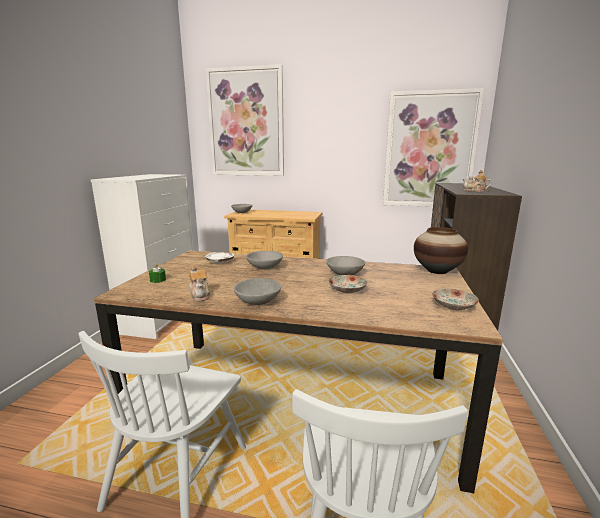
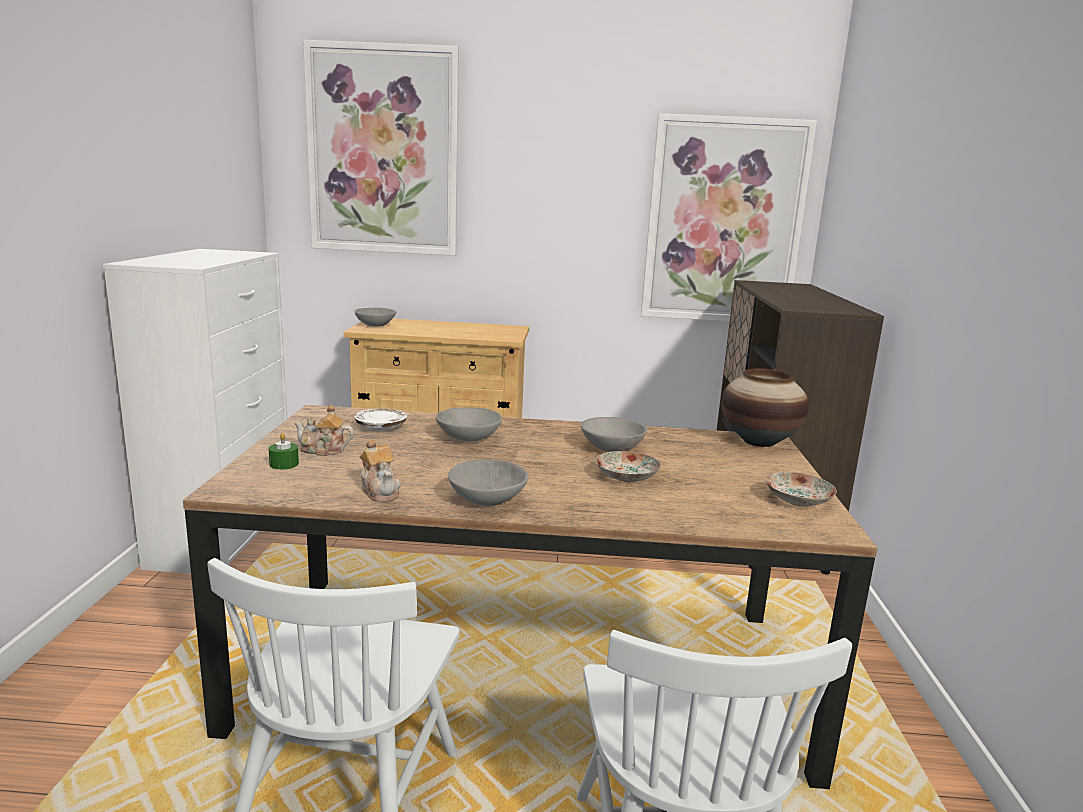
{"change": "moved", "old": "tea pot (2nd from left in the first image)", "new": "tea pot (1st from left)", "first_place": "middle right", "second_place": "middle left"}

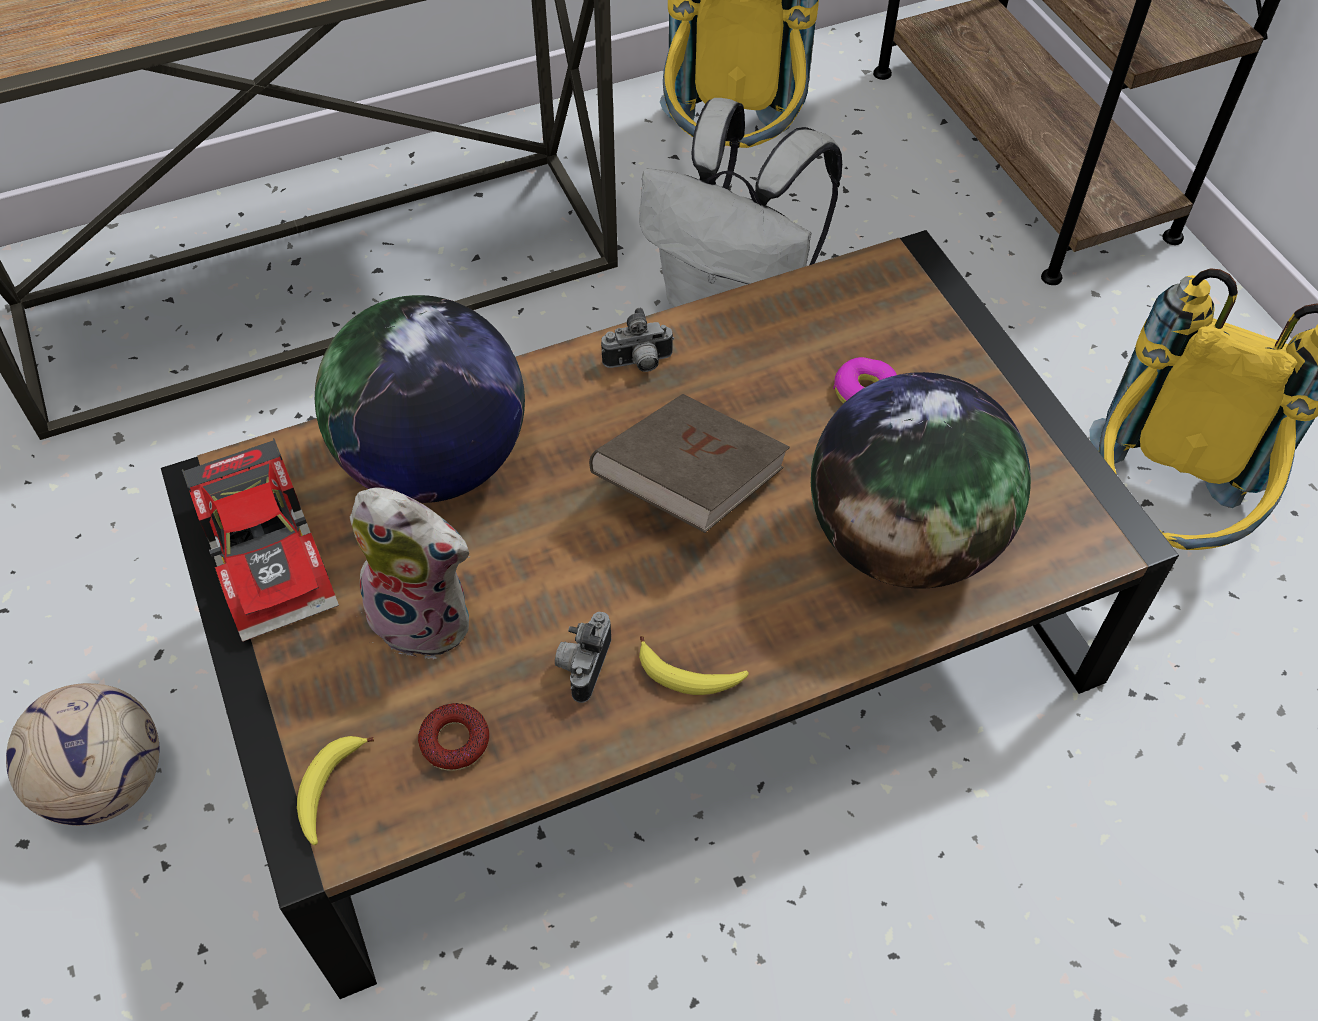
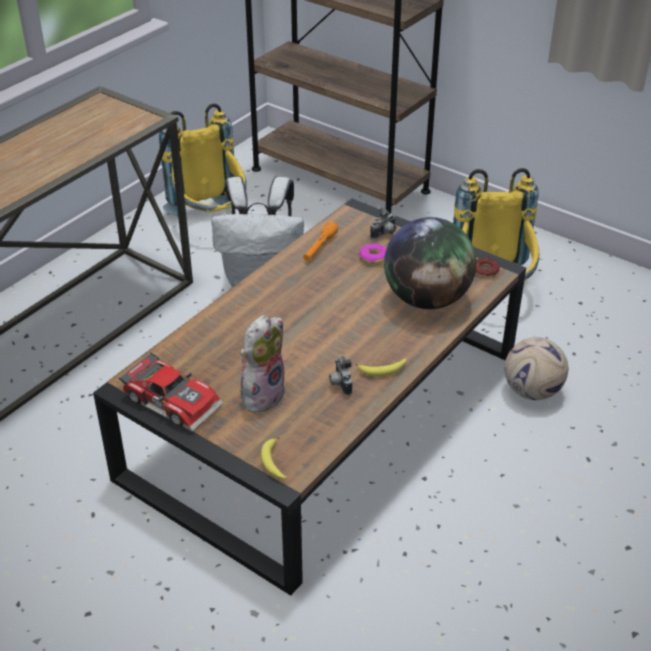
{"change": "removed", "old": "world globe (1st from left)", "first_place": "middle left"}
{"change": "moved", "old": "still camera (2nd from left)", "first_place": "top centre", "second_place": "centre"}
{"change": "removed", "old": "brown-coloured book", "first_place": "centre"}
{"change": "turned", "old": "cuddly toy", "first_place": "middle left", "second_place": "centre", "degrees": -45}
{"change": "moved", "old": "football ball", "first_place": "bottom left", "second_place": "middle right"}
{"change": "moved", "old": "ring doughnut (1st from left in the first image)", "new": "ring doughnut (2nd from left)", "first_place": "bottom centre", "second_place": "middle right"}
{"change": "added", "new": "orange flashlight", "second_place": "centre"}

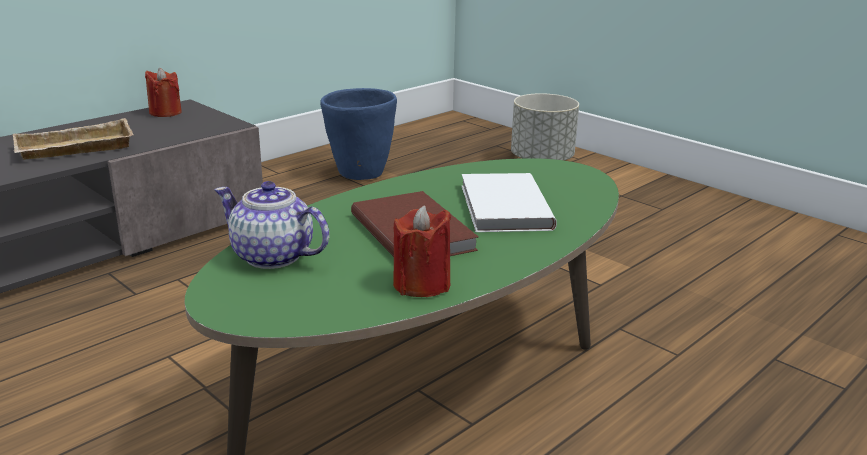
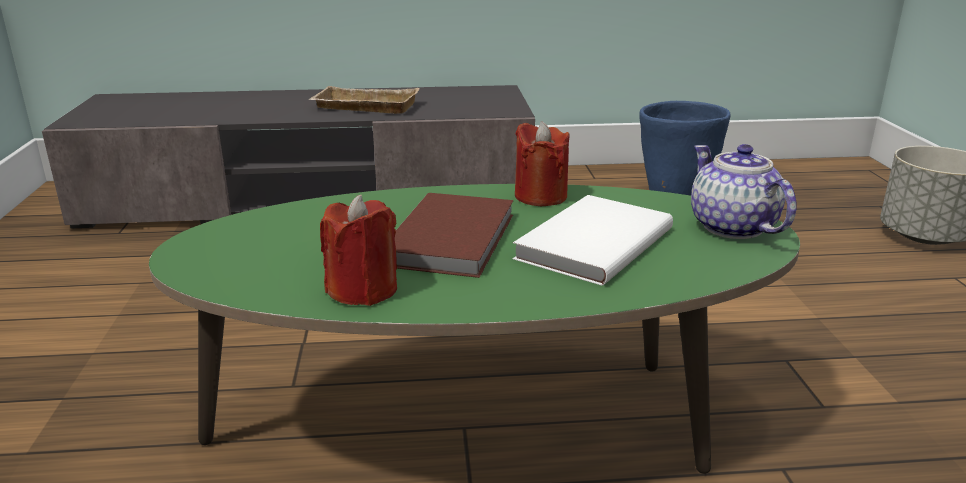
{"change": "moved", "old": "red-coloured wax candle (1st from left in the first image)", "new": "red-coloured wax candle (2nd from left)", "first_place": "top left", "second_place": "centre"}
{"change": "moved", "old": "tea pot", "first_place": "middle left", "second_place": "middle right"}

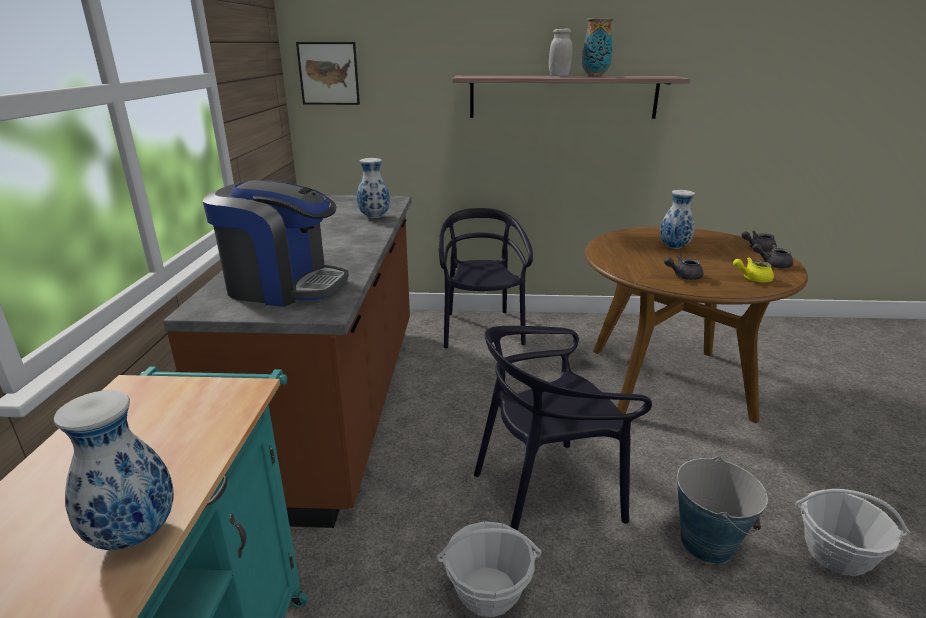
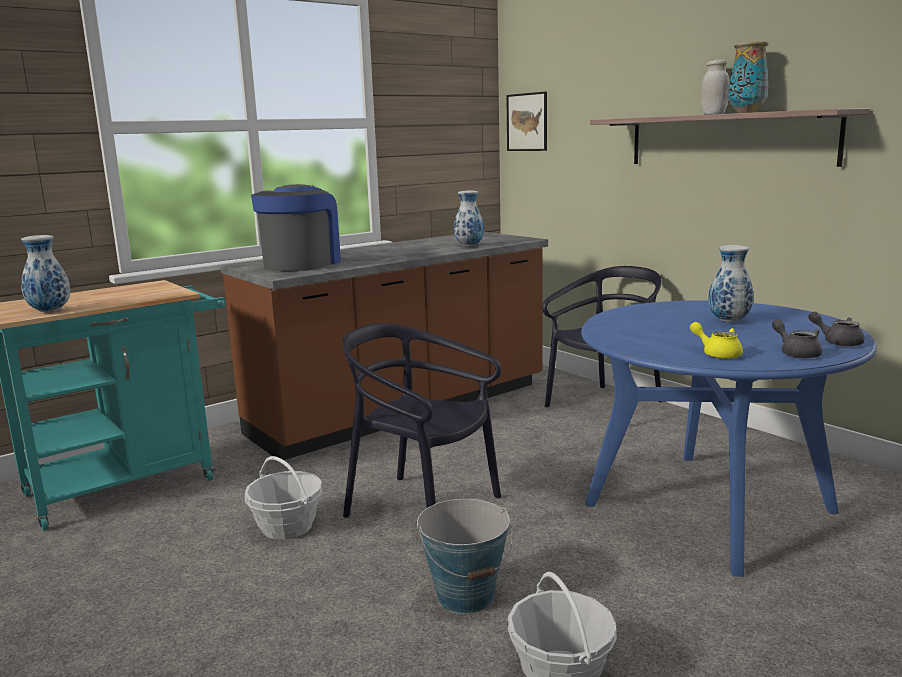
{"change": "turned", "old": "coffee machine", "first_place": "middle left", "second_place": "middle left", "degrees": -135}
{"change": "recoloured", "old": "brown-coloured dinner table", "new": "blue dinner table", "first_place": "middle right", "second_place": "middle right"}
{"change": "removed", "old": "gray tea pot (1st from left)", "first_place": "middle right"}

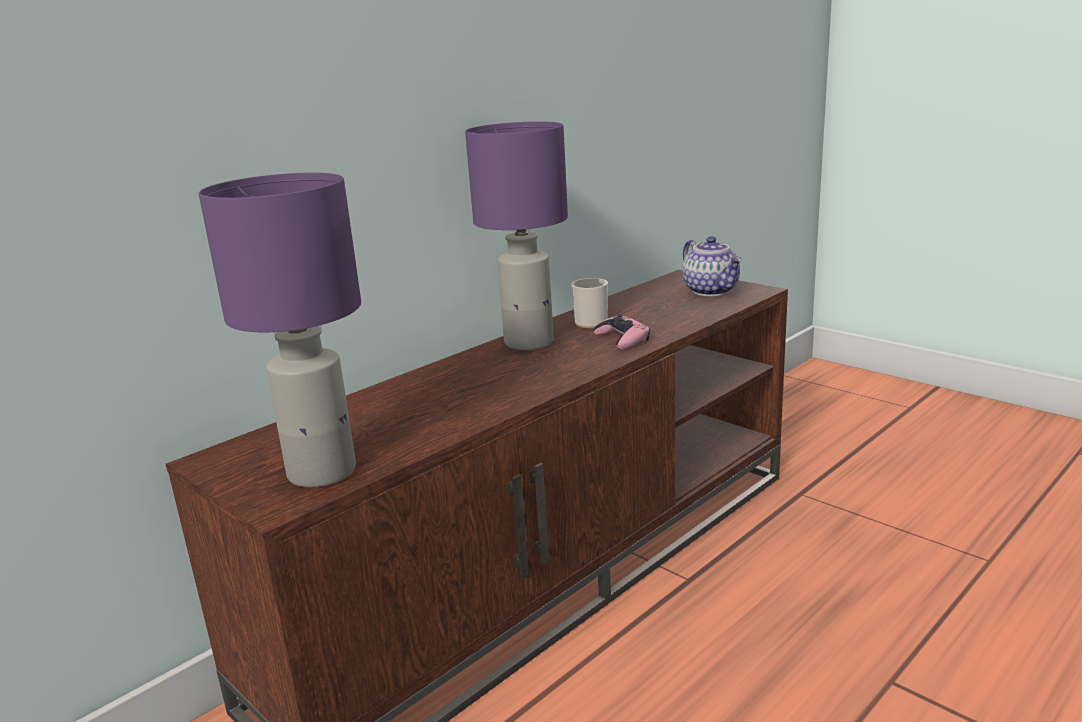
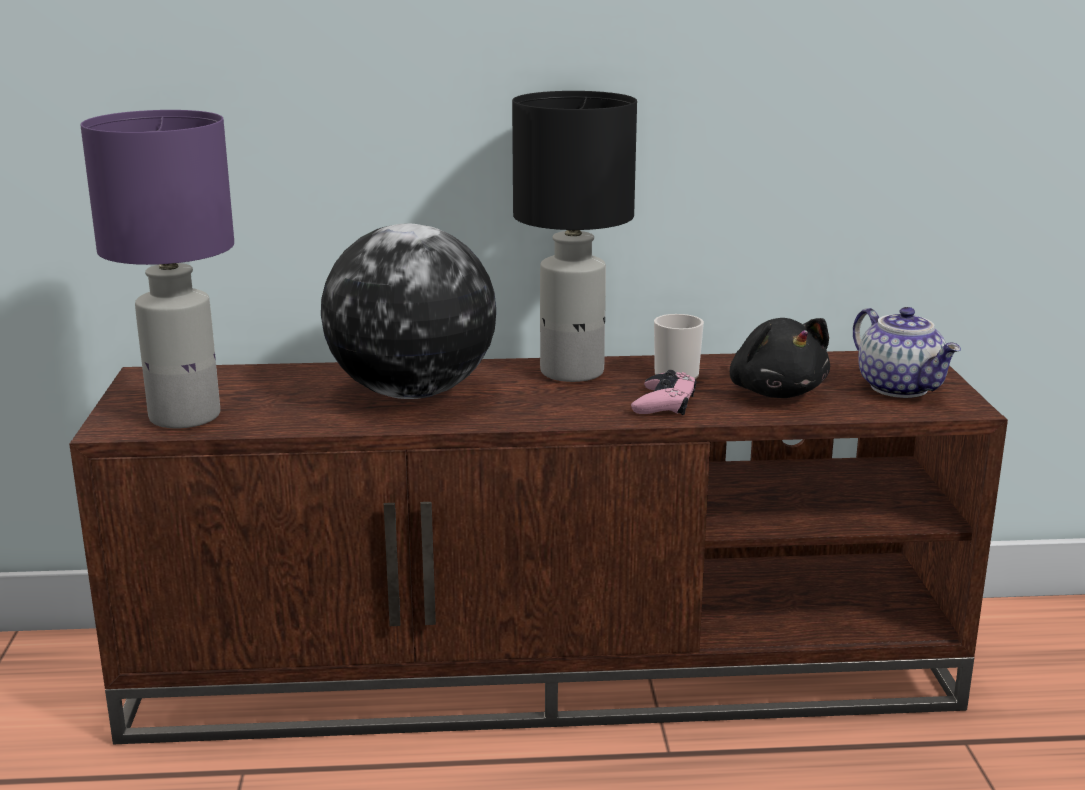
{"change": "recoloured", "old": "purple-coloured tabletop lamp (2nd from left)", "new": "blackish tabletop lamp", "first_place": "top centre", "second_place": "top centre"}
{"change": "turned", "old": "tea pot", "first_place": "centre", "second_place": "middle right", "degrees": -45}
{"change": "added", "new": "world globe", "second_place": "centre"}
{"change": "added", "new": "blackish cuddly toy", "second_place": "middle right"}

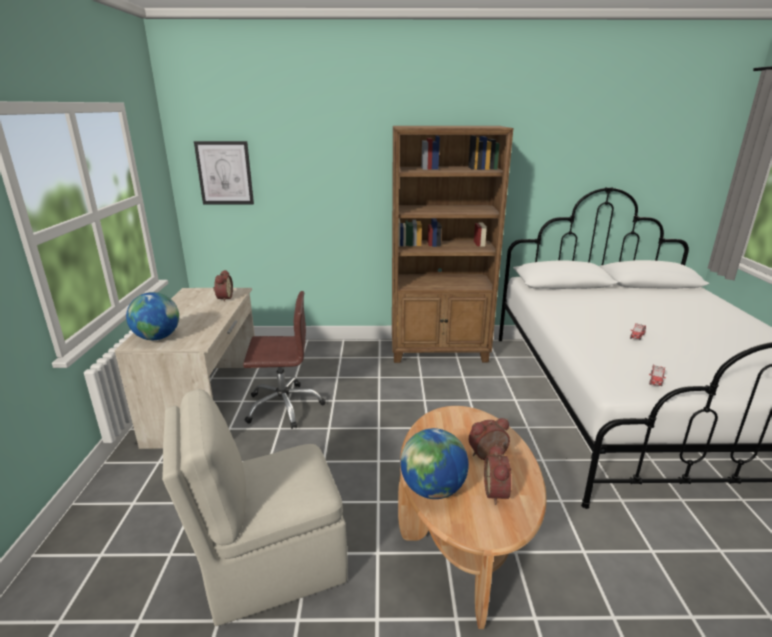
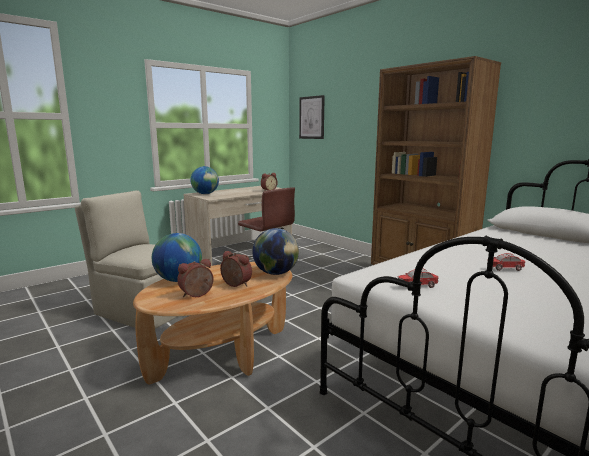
{"change": "added", "new": "world globe (3rd from left)", "second_place": "centre"}

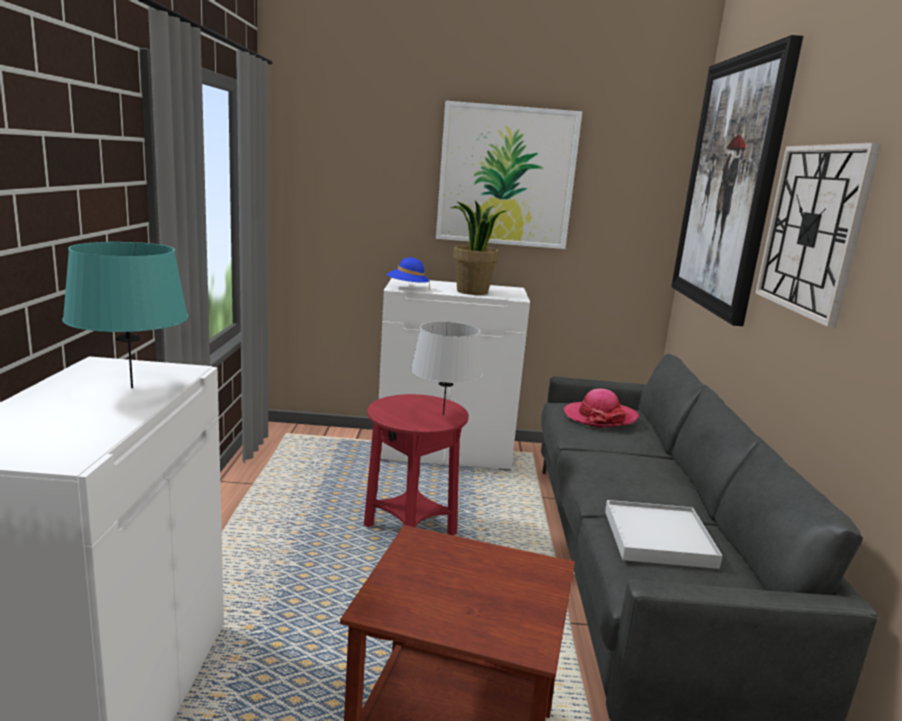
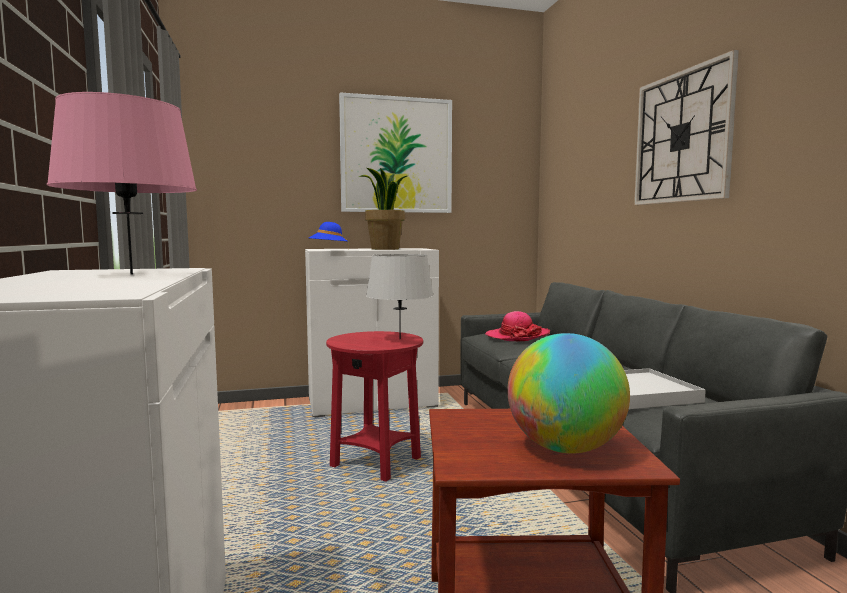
{"change": "removed", "old": "wall picture (2nd from left)", "first_place": "top right"}
{"change": "recoloured", "old": "turquoise tabletop lamp", "new": "pink-coloured tabletop lamp", "first_place": "middle left", "second_place": "top left"}
{"change": "added", "new": "world globe", "second_place": "middle right"}

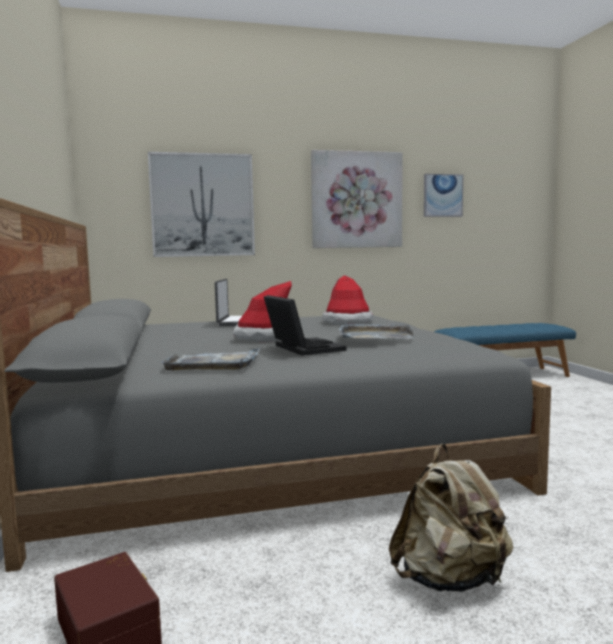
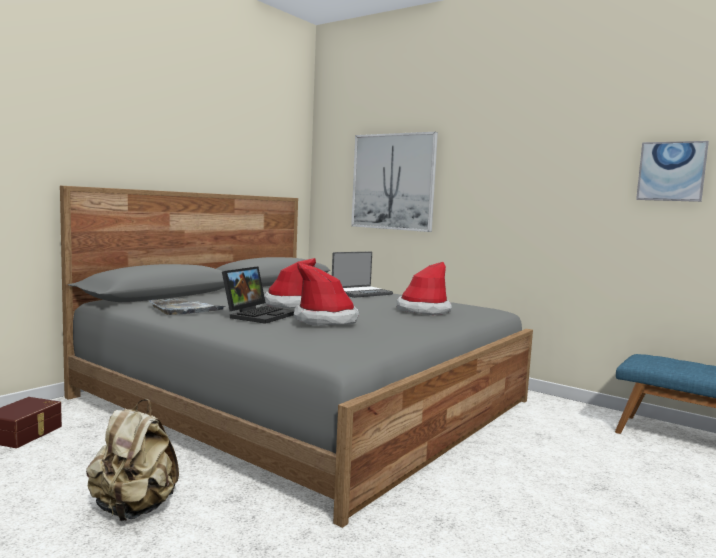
{"change": "removed", "old": "wall picture (2nd from left)", "first_place": "top centre"}
{"change": "replaced", "old": "gray carrying tray (2nd from left)", "new": "clothing hat (2nd from left)", "first_place": "centre", "second_place": "centre"}

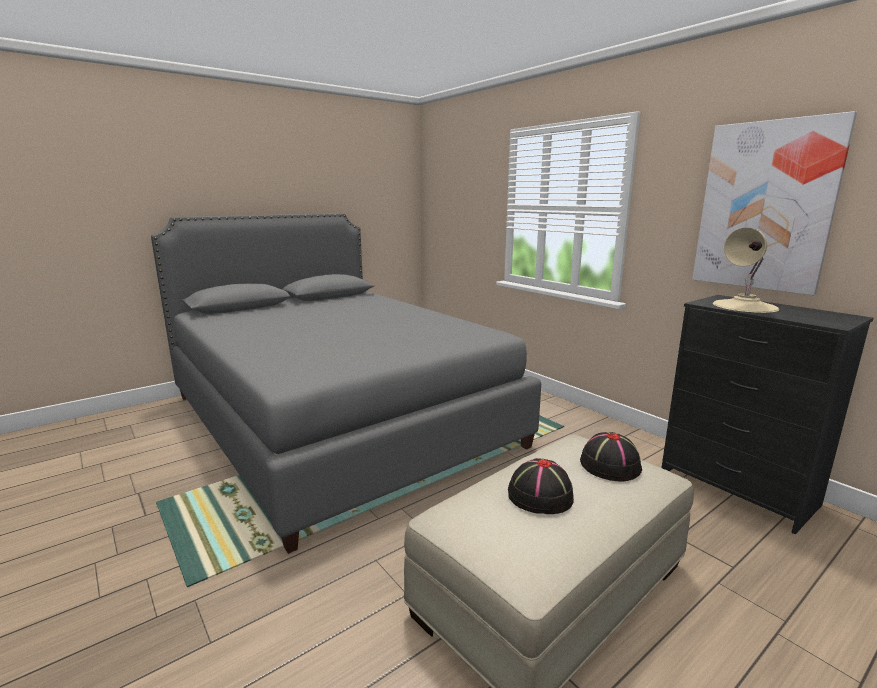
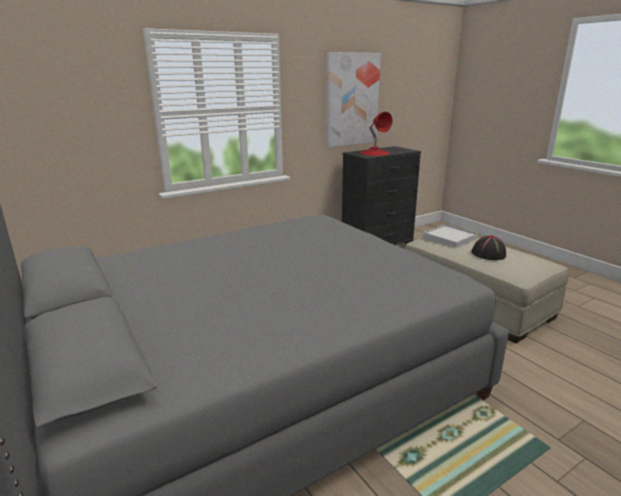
{"change": "recoloured", "old": "beige tabletop lamp", "new": "red-coloured tabletop lamp", "first_place": "middle right", "second_place": "top centre"}
{"change": "replaced", "old": "blackish clothing hat (2nd from left)", "new": "whitish carrying tray", "first_place": "middle right", "second_place": "middle right"}

